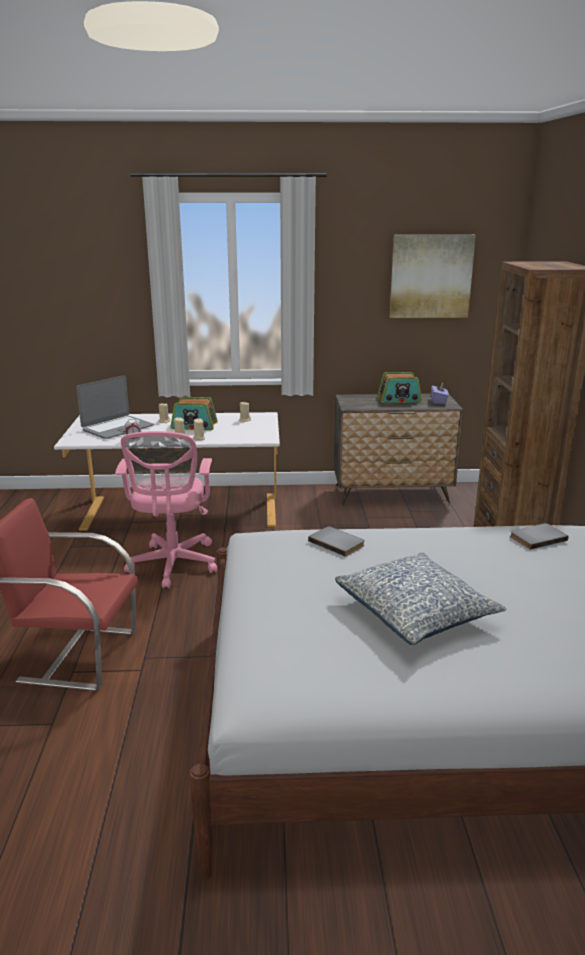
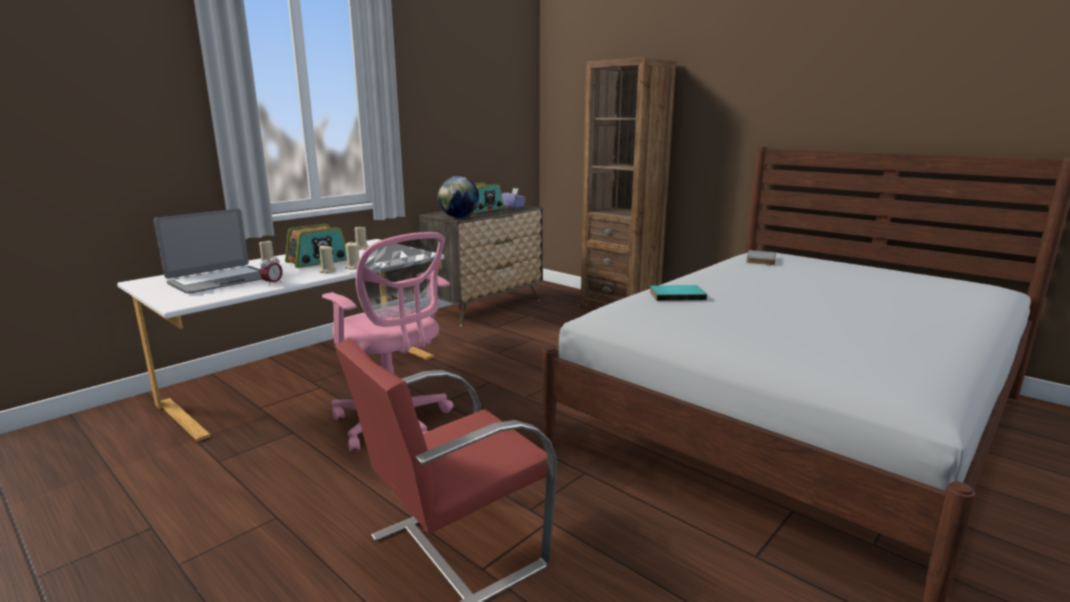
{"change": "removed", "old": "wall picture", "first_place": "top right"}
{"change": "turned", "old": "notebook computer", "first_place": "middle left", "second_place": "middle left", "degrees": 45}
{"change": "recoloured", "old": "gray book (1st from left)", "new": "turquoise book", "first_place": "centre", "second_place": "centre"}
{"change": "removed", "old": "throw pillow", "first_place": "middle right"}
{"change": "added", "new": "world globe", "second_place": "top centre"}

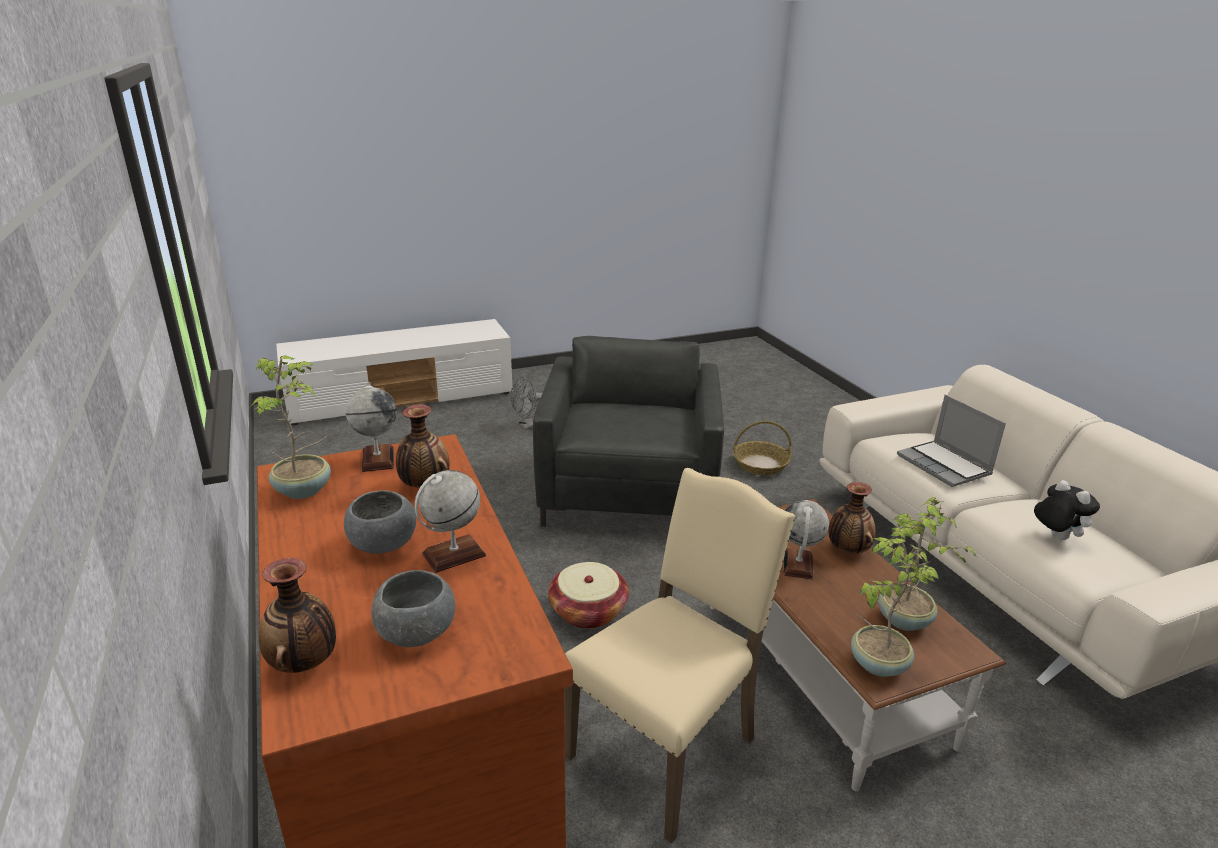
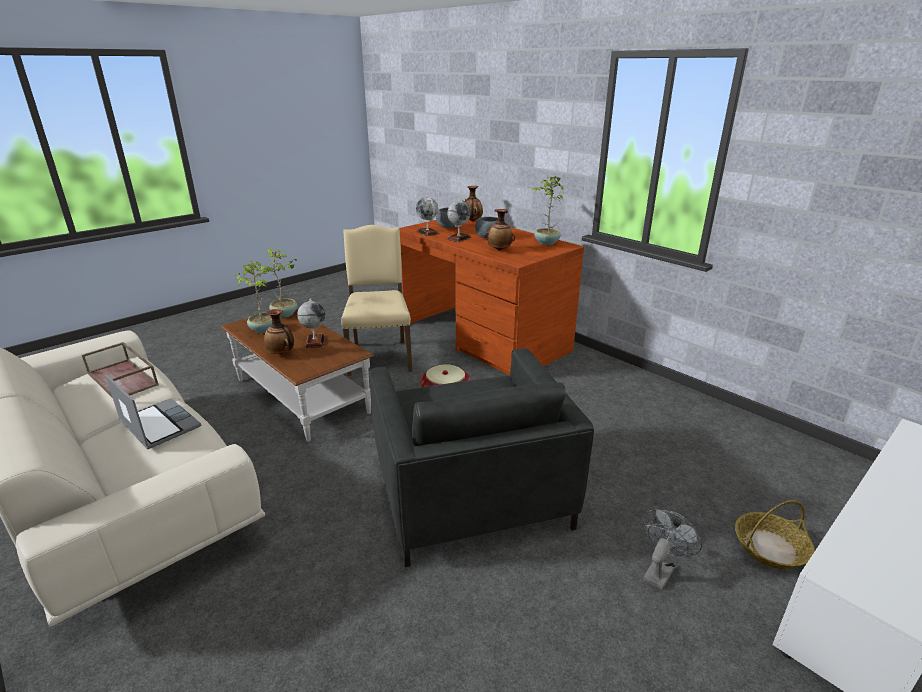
{"change": "moved", "old": "world globe (1st from left in the first image)", "new": "world globe (2nd from left)", "first_place": "middle left", "second_place": "top centre"}
{"change": "moved", "old": "storage basket (2nd from left)", "first_place": "centre", "second_place": "bottom right"}
{"change": "turned", "old": "beige upright chair", "first_place": "bottom centre", "second_place": "centre", "degrees": 150}
{"change": "replaced", "old": "cuddly toy", "new": "brown-coloured carrying tray", "first_place": "middle right", "second_place": "middle left"}

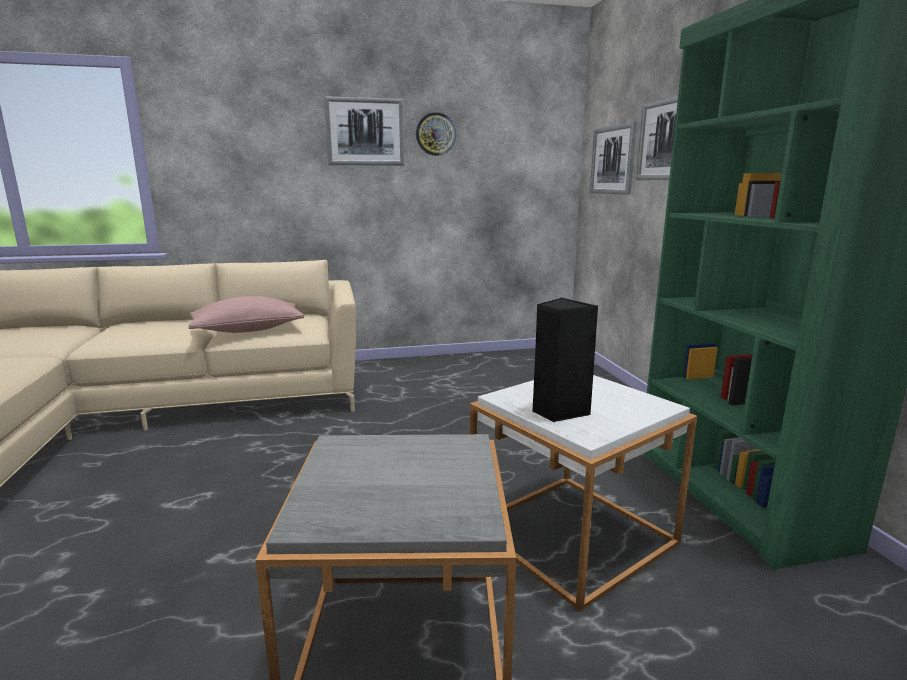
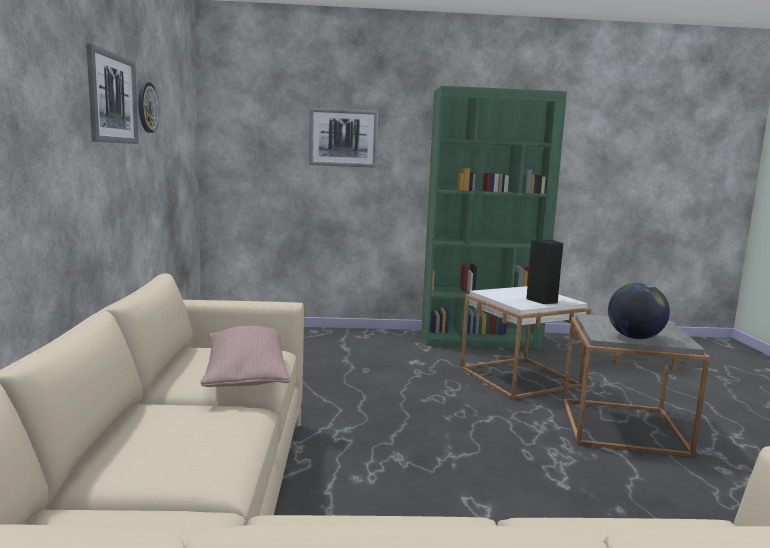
{"change": "removed", "old": "wall picture (2nd from left)", "first_place": "top right"}
{"change": "added", "new": "world globe", "second_place": "middle right"}

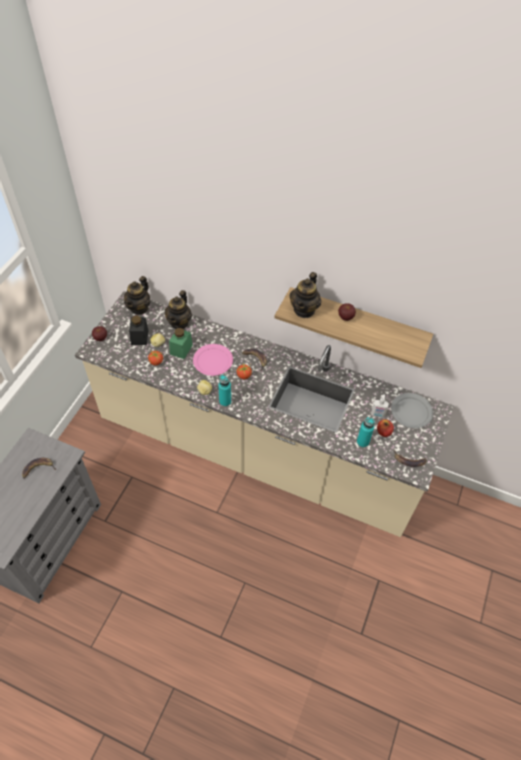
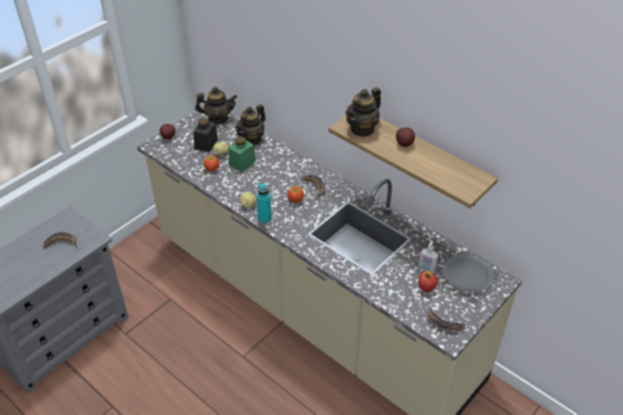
{"change": "turned", "old": "tea pot (1st from left)", "first_place": "middle left", "second_place": "top centre", "degrees": -135}
{"change": "removed", "old": "pink-coloured plate", "first_place": "centre"}
{"change": "removed", "old": "turquoise bottle (2nd from left)", "first_place": "middle right"}

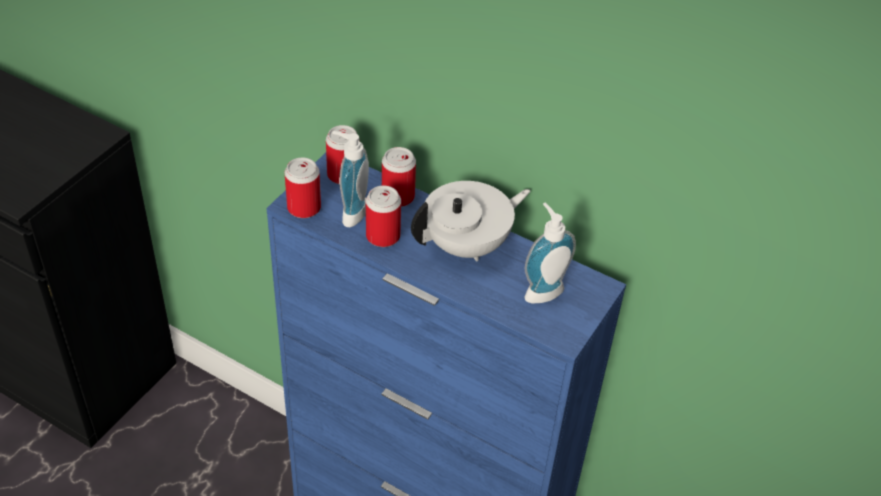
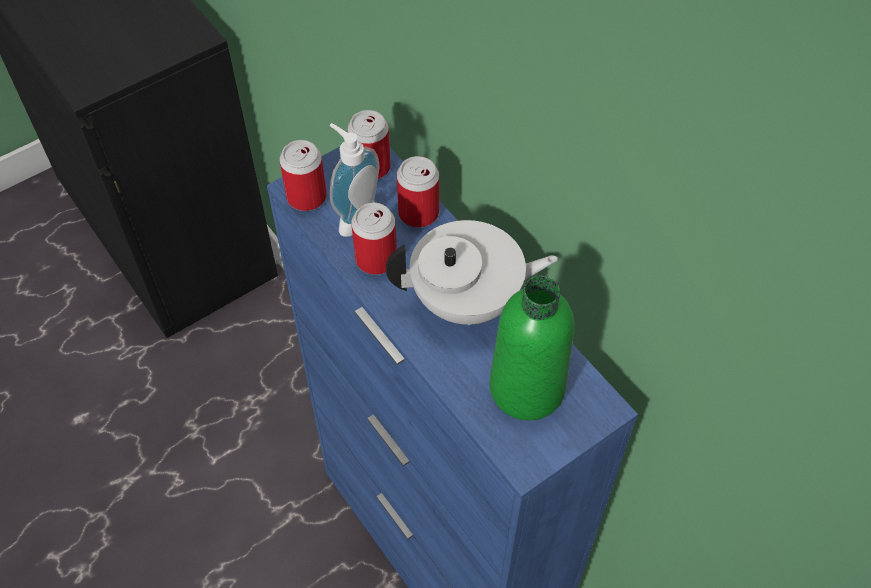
{"change": "replaced", "old": "soap bottle (2nd from left)", "new": "green-coloured bottle", "first_place": "centre", "second_place": "centre"}

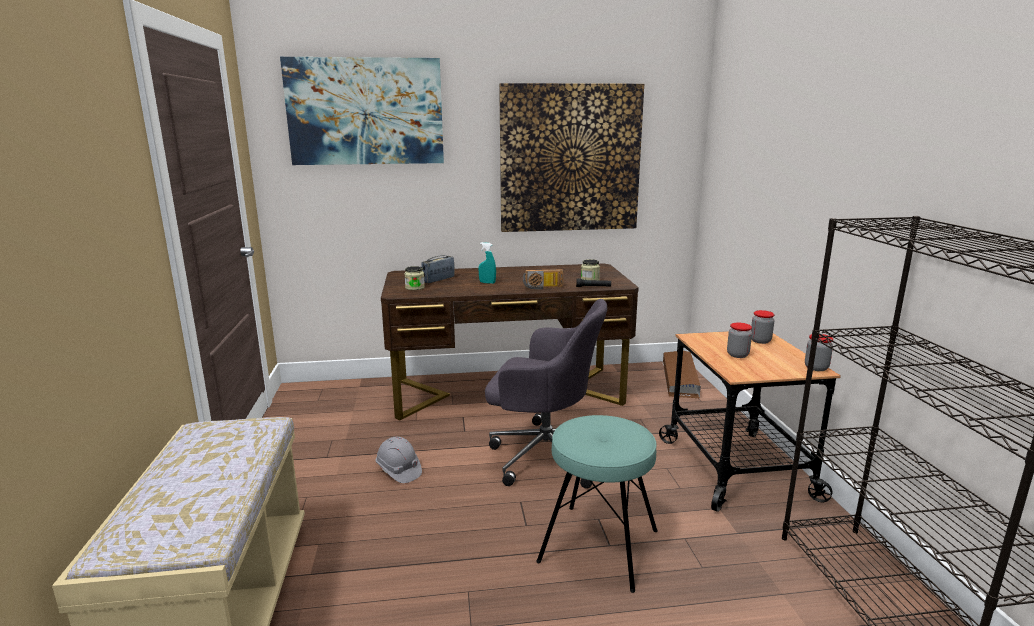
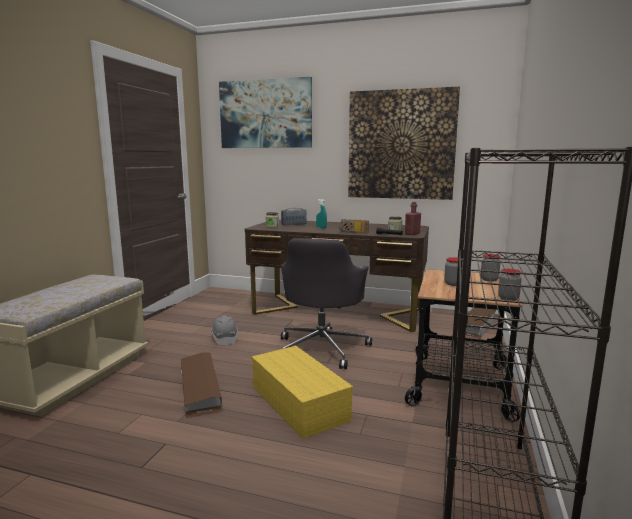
{"change": "turned", "old": "gray computer chair", "first_place": "centre", "second_place": "centre", "degrees": 60}
{"change": "replaced", "old": "turquoise stool seat", "new": "yellowish storage container", "first_place": "bottom centre", "second_place": "bottom centre"}
{"change": "added", "new": "red-coloured bottle", "second_place": "centre"}
{"change": "added", "new": "brown-coloured storage container (1st from left)", "second_place": "bottom left"}

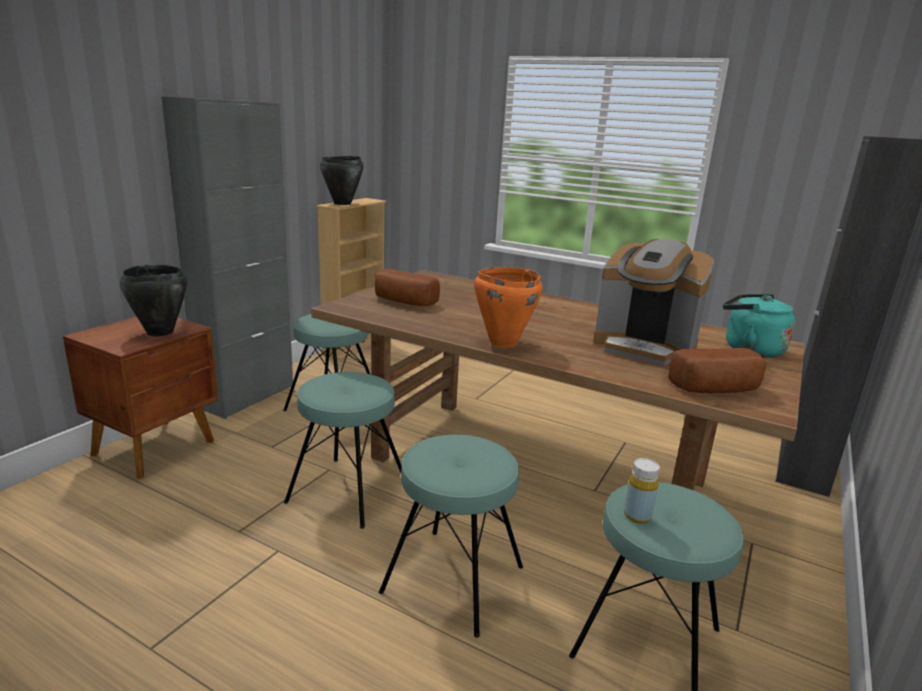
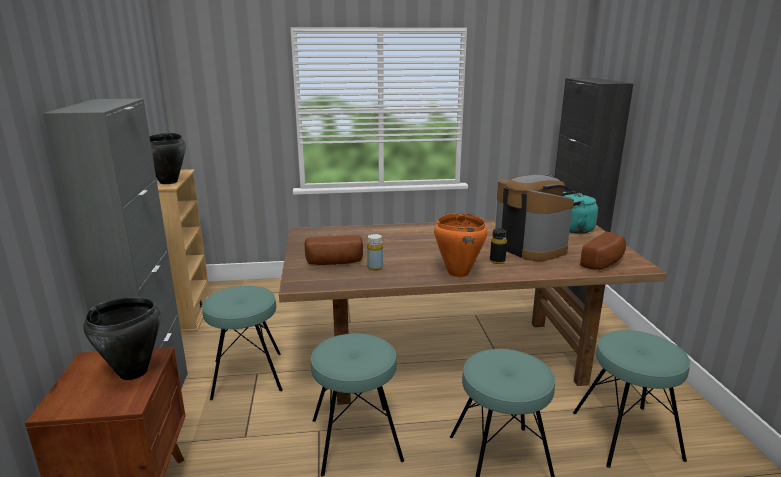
{"change": "turned", "old": "coffee machine", "first_place": "middle right", "second_place": "middle right", "degrees": -120}
{"change": "moved", "old": "yellowish bottle", "first_place": "bottom right", "second_place": "centre"}
{"change": "added", "new": "blackish bottle", "second_place": "centre"}

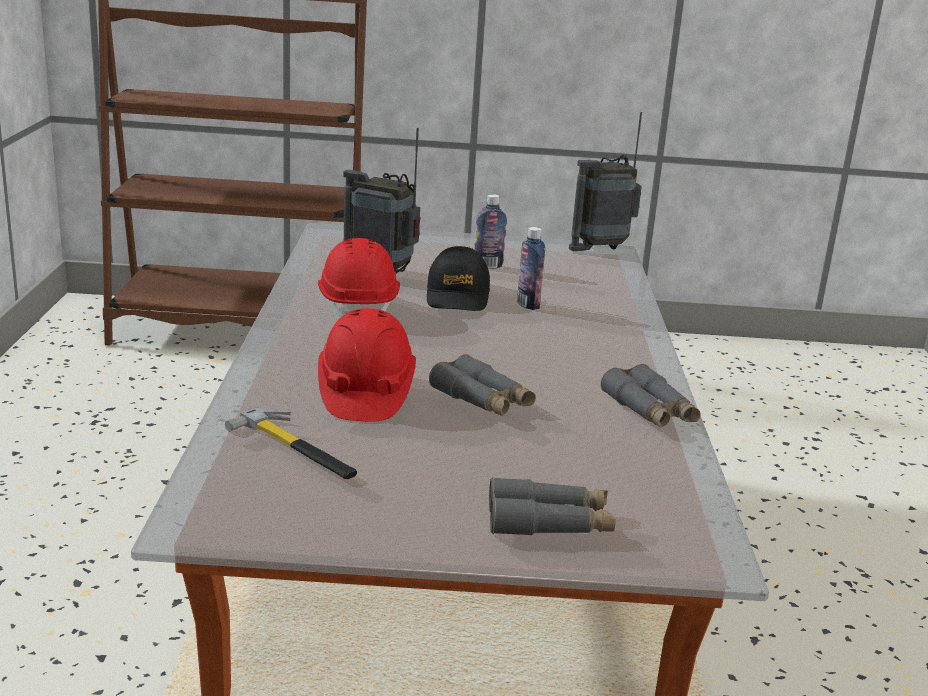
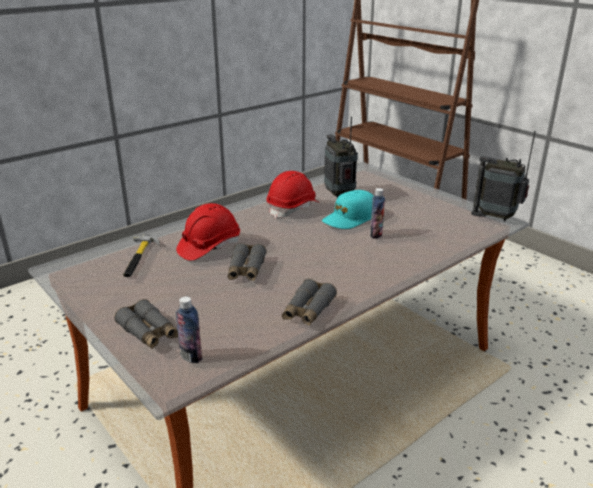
{"change": "moved", "old": "bottle (1st from left)", "first_place": "top centre", "second_place": "bottom left"}
{"change": "recoloured", "old": "blackish cap", "new": "turquoise cap", "first_place": "centre", "second_place": "centre"}

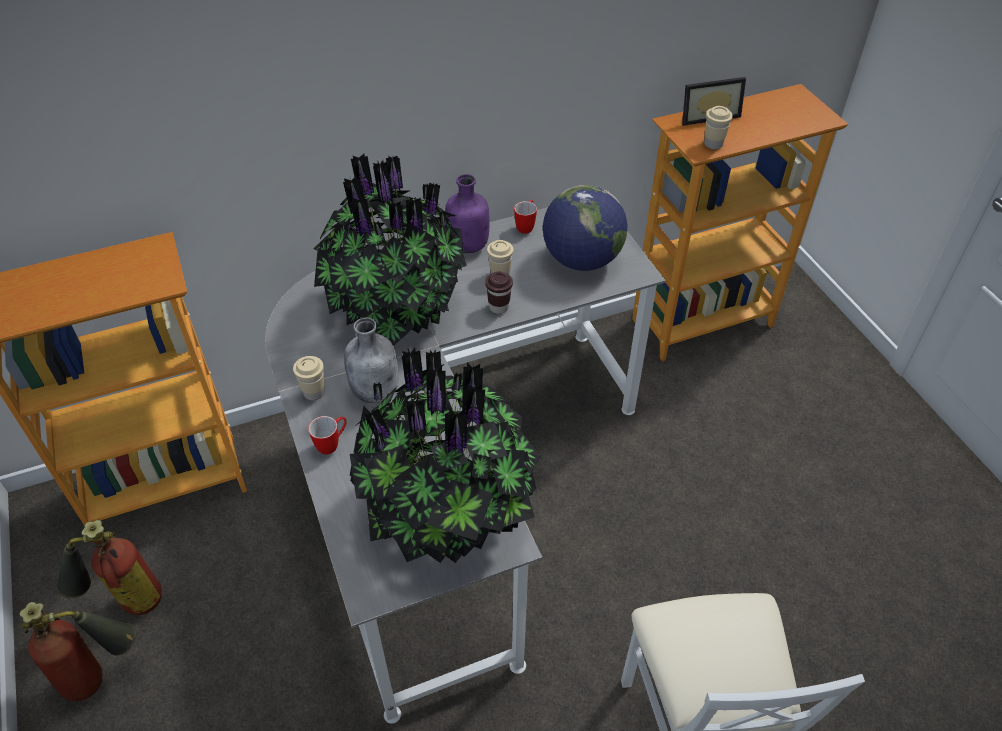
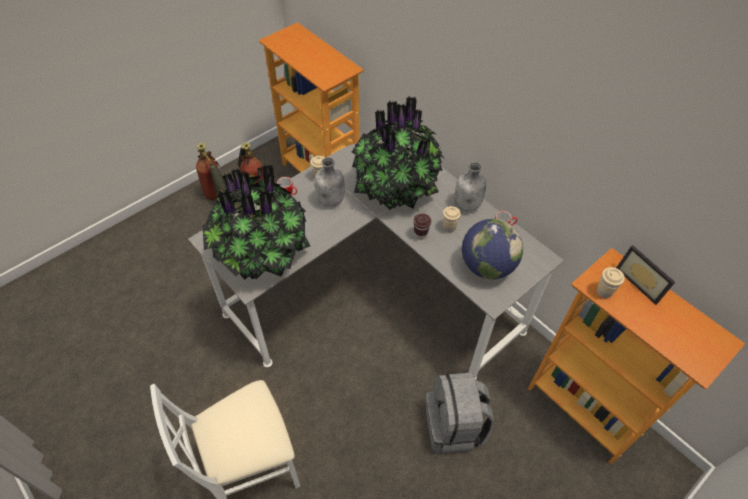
{"change": "recoloured", "old": "purple-coloured bottle", "new": "gray bottle (2nd from left)", "first_place": "top centre", "second_place": "centre"}
{"change": "added", "new": "gray backpack", "second_place": "bottom centre"}

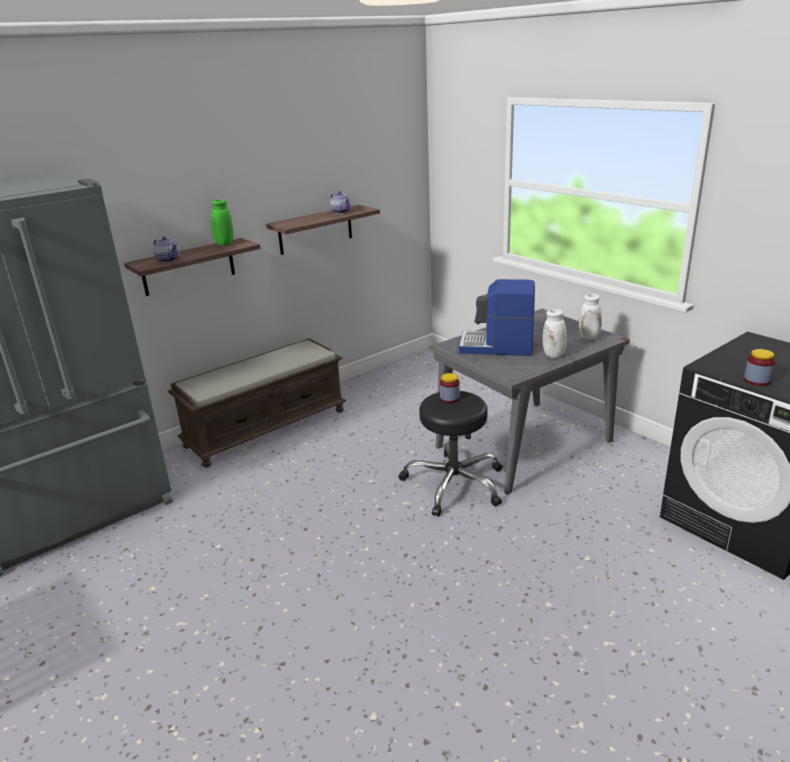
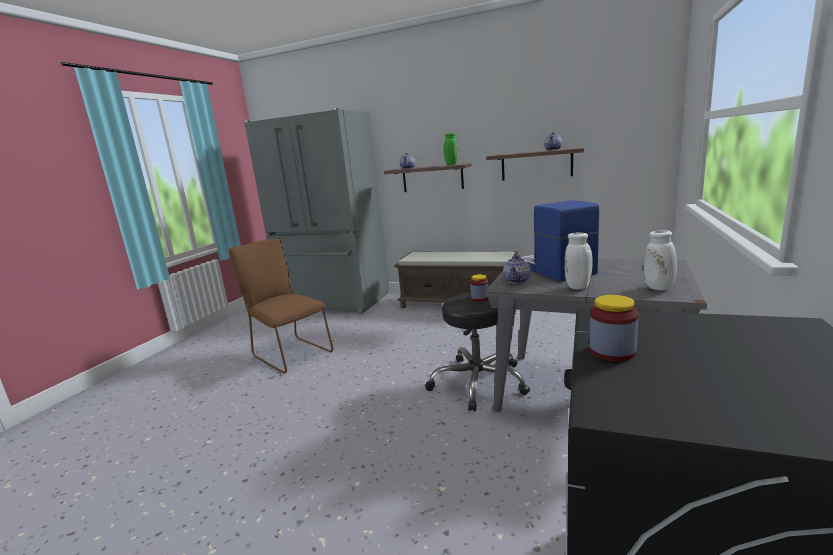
{"change": "added", "new": "brown-coloured upright chair", "second_place": "centre"}
{"change": "added", "new": "tea pot (2nd from left)", "second_place": "centre"}

